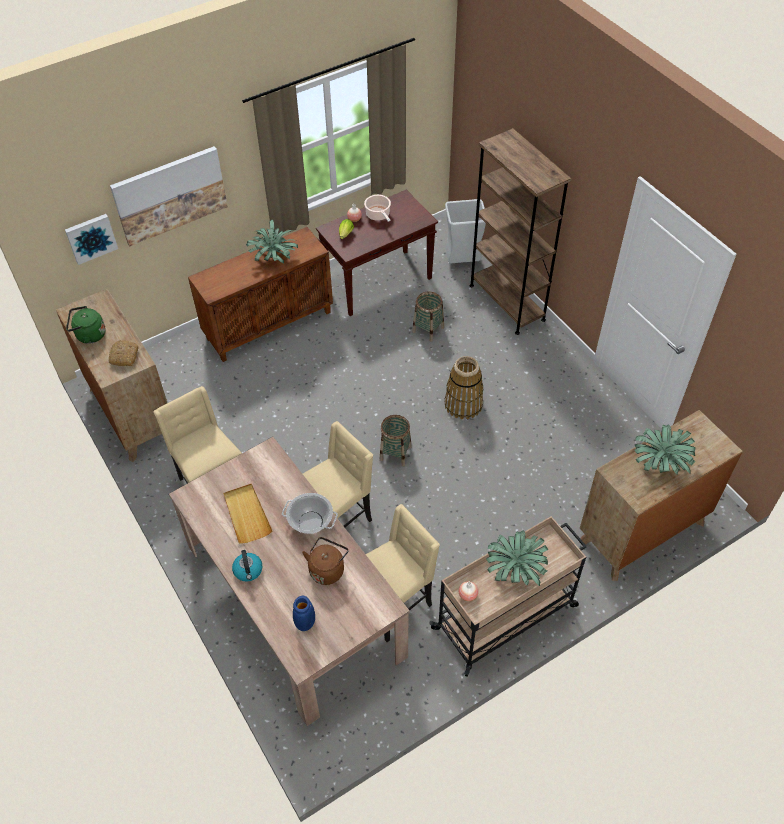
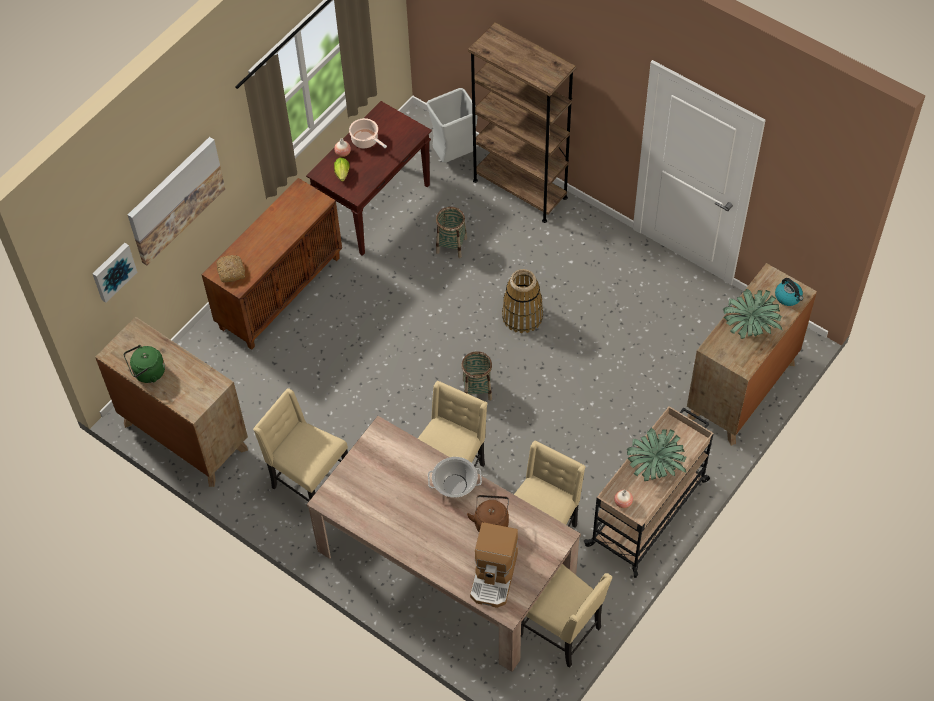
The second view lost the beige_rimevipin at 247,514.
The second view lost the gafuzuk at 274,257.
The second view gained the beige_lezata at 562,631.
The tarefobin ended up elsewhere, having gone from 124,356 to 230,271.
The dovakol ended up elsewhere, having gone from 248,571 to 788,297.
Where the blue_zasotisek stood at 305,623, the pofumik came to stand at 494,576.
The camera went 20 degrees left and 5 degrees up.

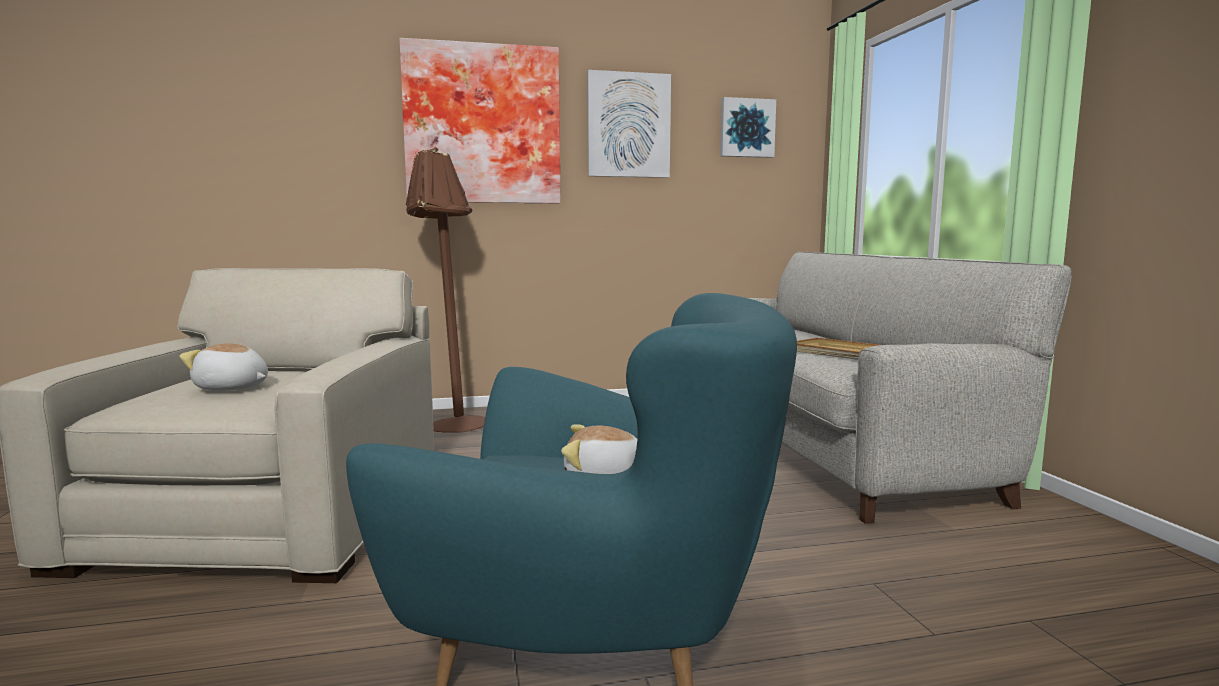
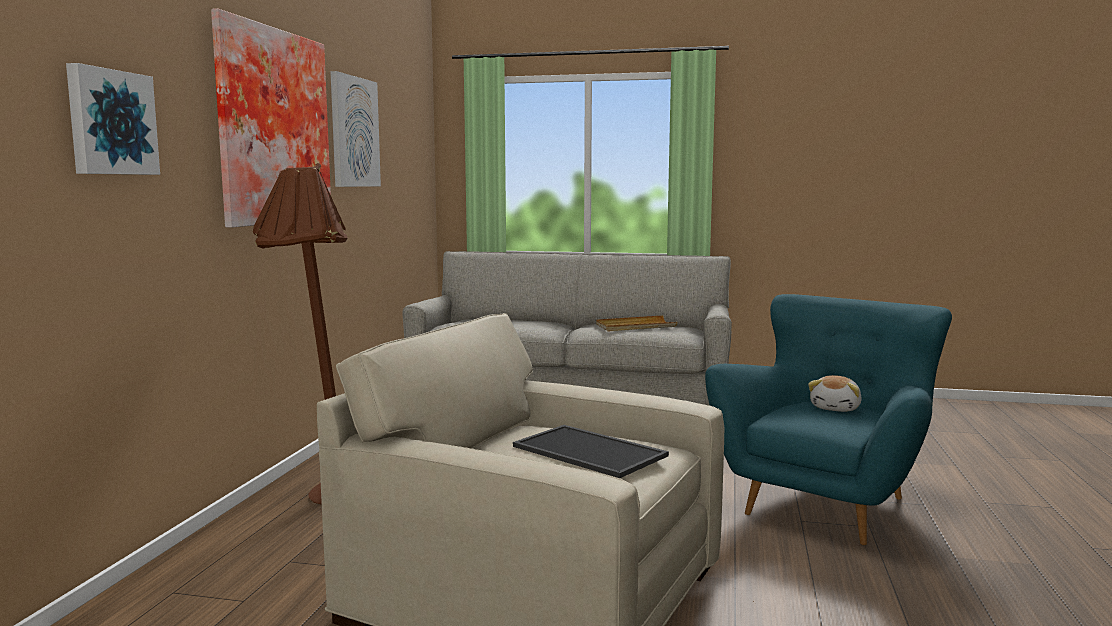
The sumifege ended up elsewhere, having gone from 746,128 to 110,122.
Where the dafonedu stood at 231,388, the rimevipin came to stand at 591,451.
The camera went 65 degrees left and 0 degrees up.

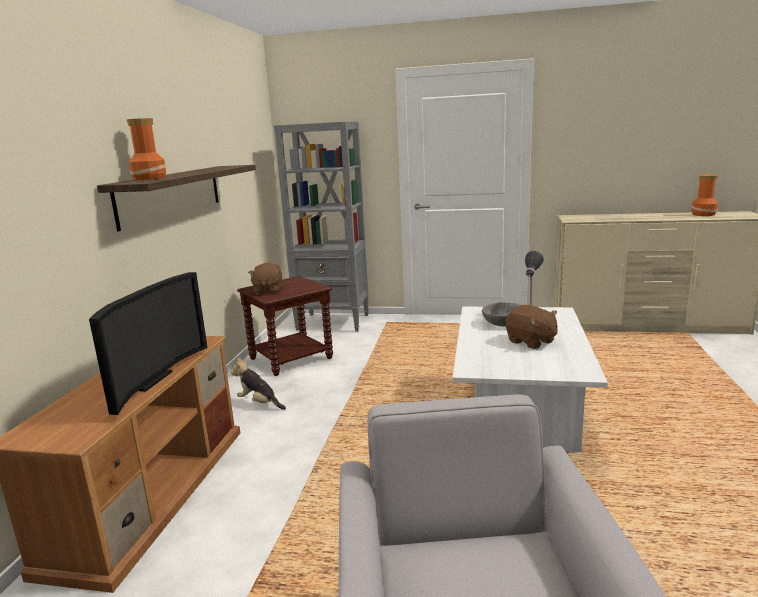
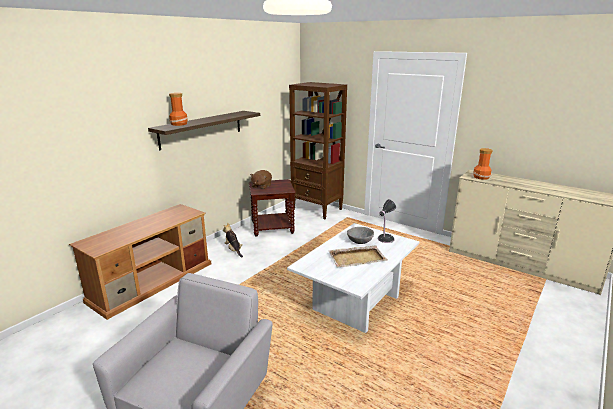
The second view lost the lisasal at 147,381.
The zasotisek ended up elsewhere, having gone from 702,214 to 481,177.
Where the brown_dafonedu stood at 531,342, the beige_rimevipin came to stand at 357,258.
What was the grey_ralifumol at 334,322 turned into the brown_ralifumol at 317,210.
The camera went 25 degrees right and 5 degrees up.

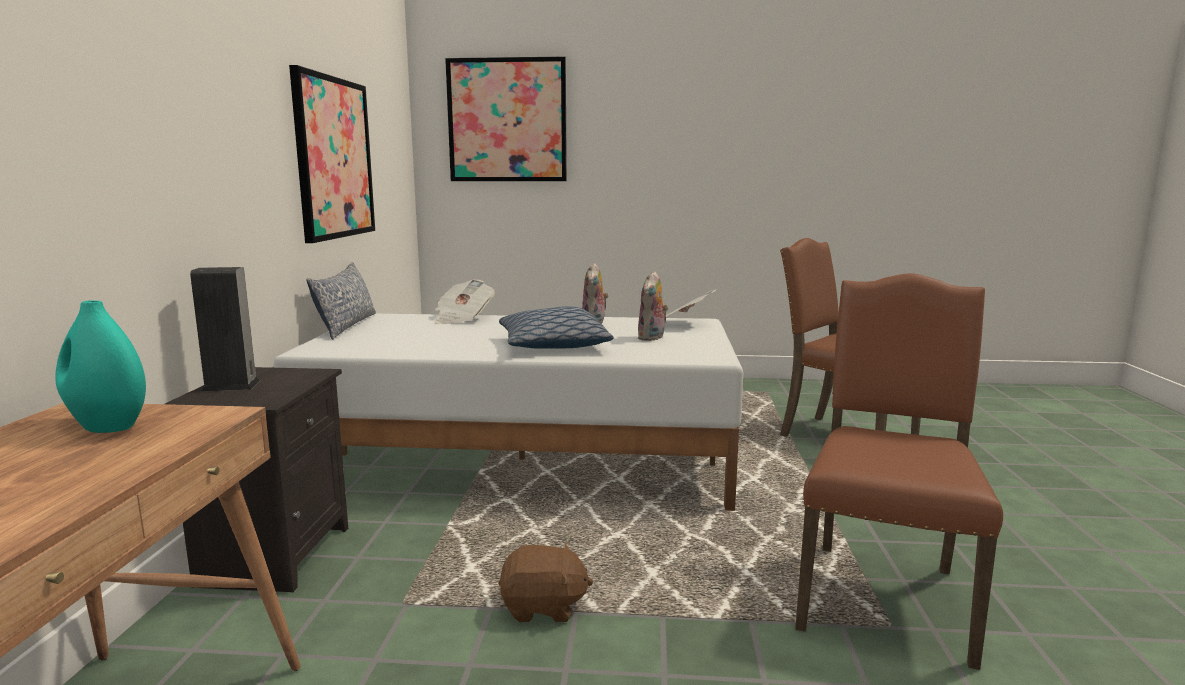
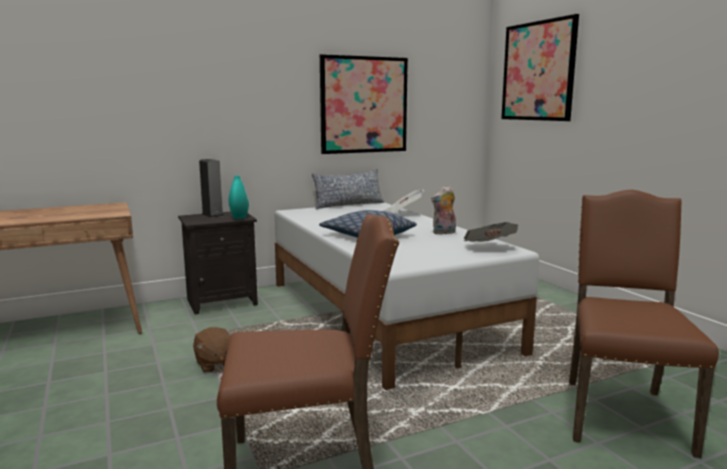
The second view lost the dafonedu at 652,338.
The turquoise_zasotisek ended up elsewhere, having gone from 106,426 to 239,217.
The camera went 60 degrees right and 0 degrees up.

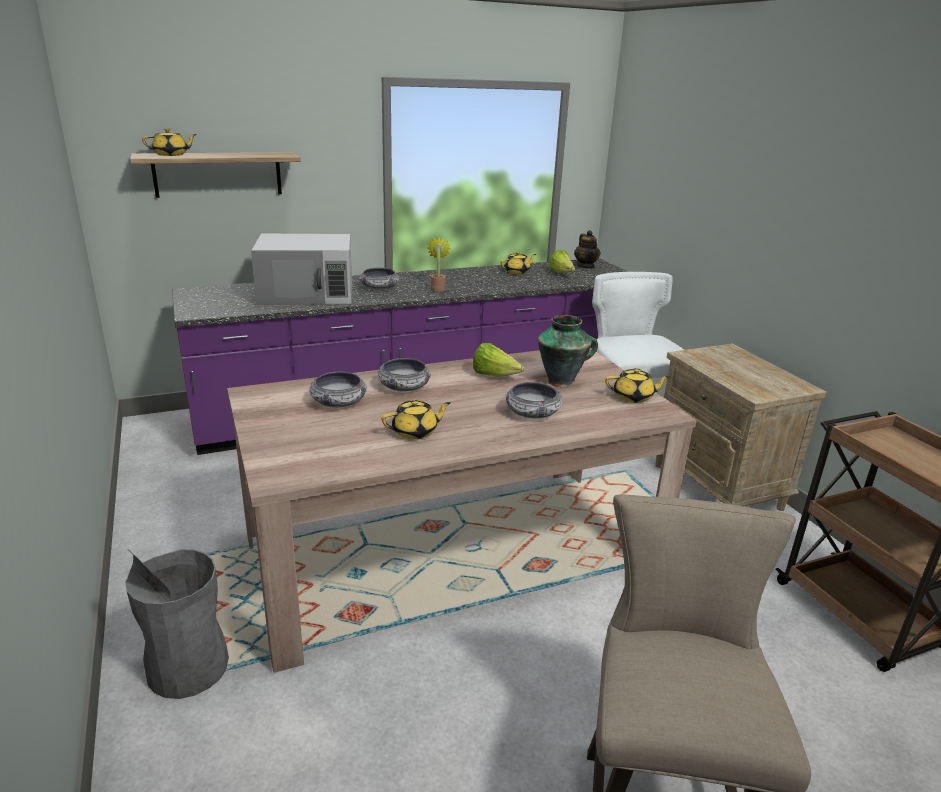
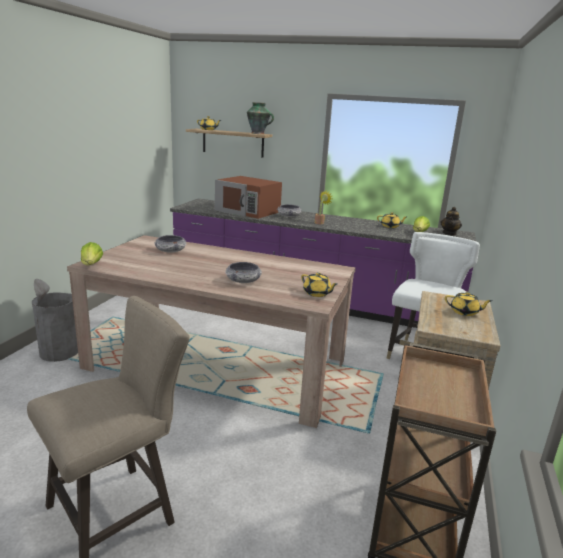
The second view lost the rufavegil at 404,386.
The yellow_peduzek ended up elsewhere, having gone from 415,432 to 464,312.
The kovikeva ended up elsewhere, having gone from 494,376 to 91,265.
The zasotisek ended up elsewhere, having gone from 562,381 to 258,133.
What was the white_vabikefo at 307,293 turned into the brown_vabikefo at 248,211.
The camera went 40 degrees right and 5 degrees down.

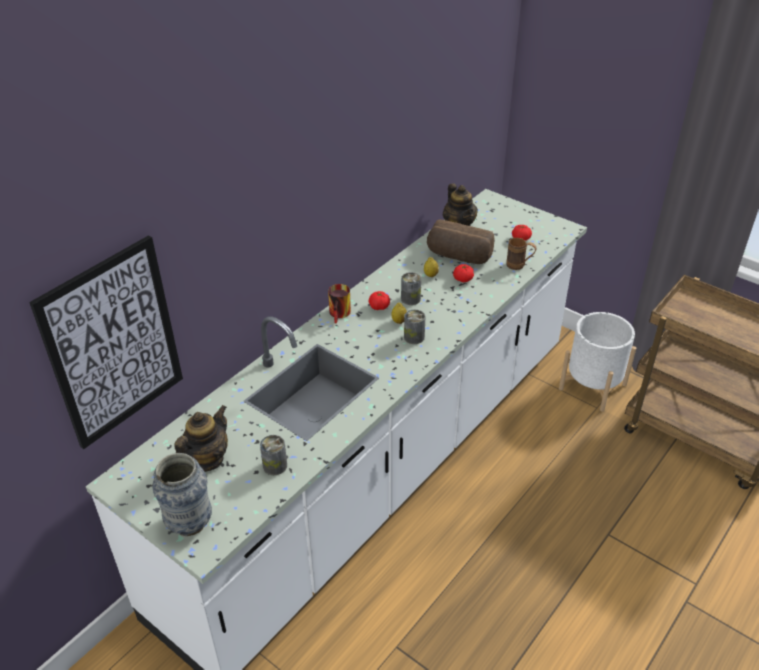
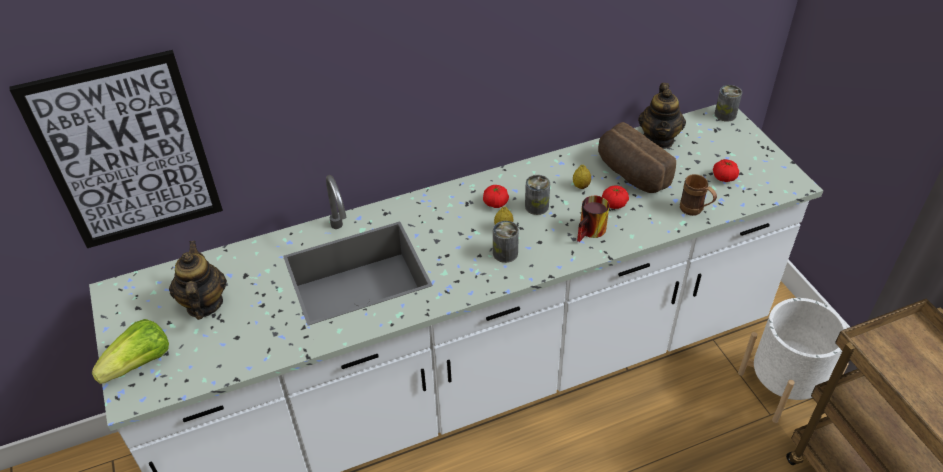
The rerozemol ended up elsewhere, having gone from 275,465 to 725,114.
The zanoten ended up elsewhere, having gone from 341,314 to 592,232.
Where the zasotisek stood at 189,523, the kovikeva came to stand at 140,364.
The peduzek at 206,460 ended up facing another way, 75 degrees counterclockwise from before.
The camera went 30 degrees right and 5 degrees up.

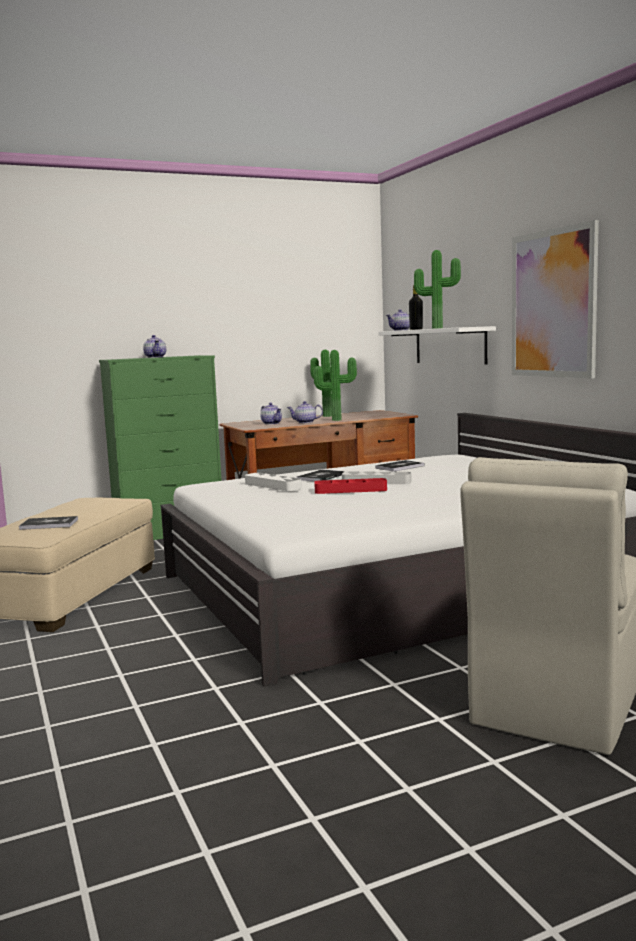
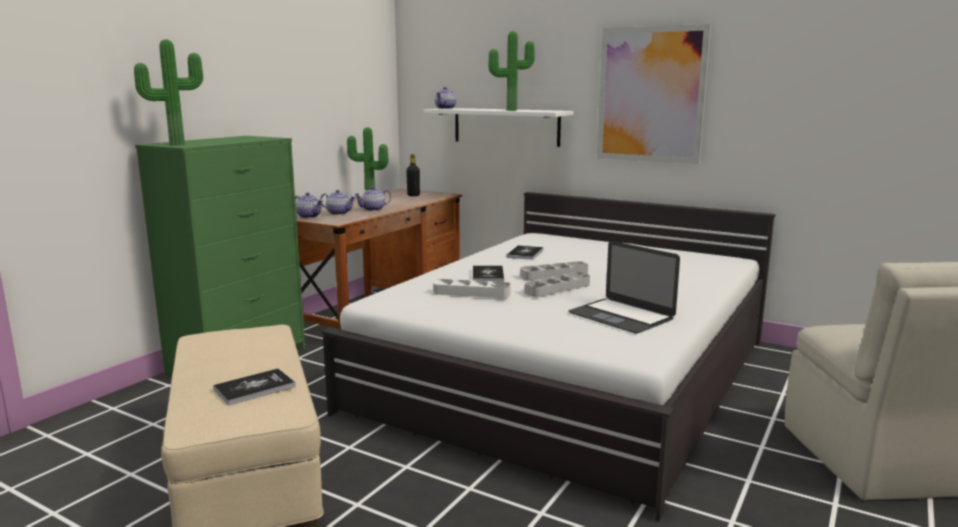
The second view gained the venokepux at 621,316.
The peduzek ended up elsewhere, having gone from 155,357 to 309,216.
The gafuzuk ended up elsewhere, having gone from 336,419 to 176,144.
The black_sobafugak ended up elsewhere, having gone from 416,329 to 413,195.
What was the red_rimevipin at 350,490 turned into the grey_rimevipin at 557,288.
The camera went 35 degrees left and 5 degrees up.

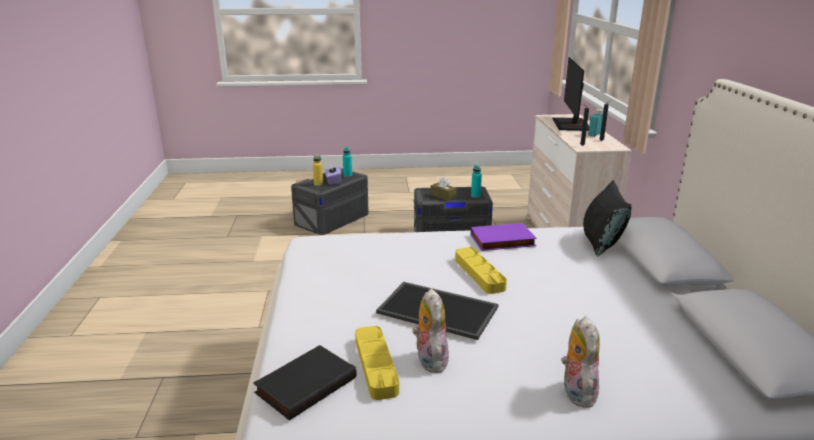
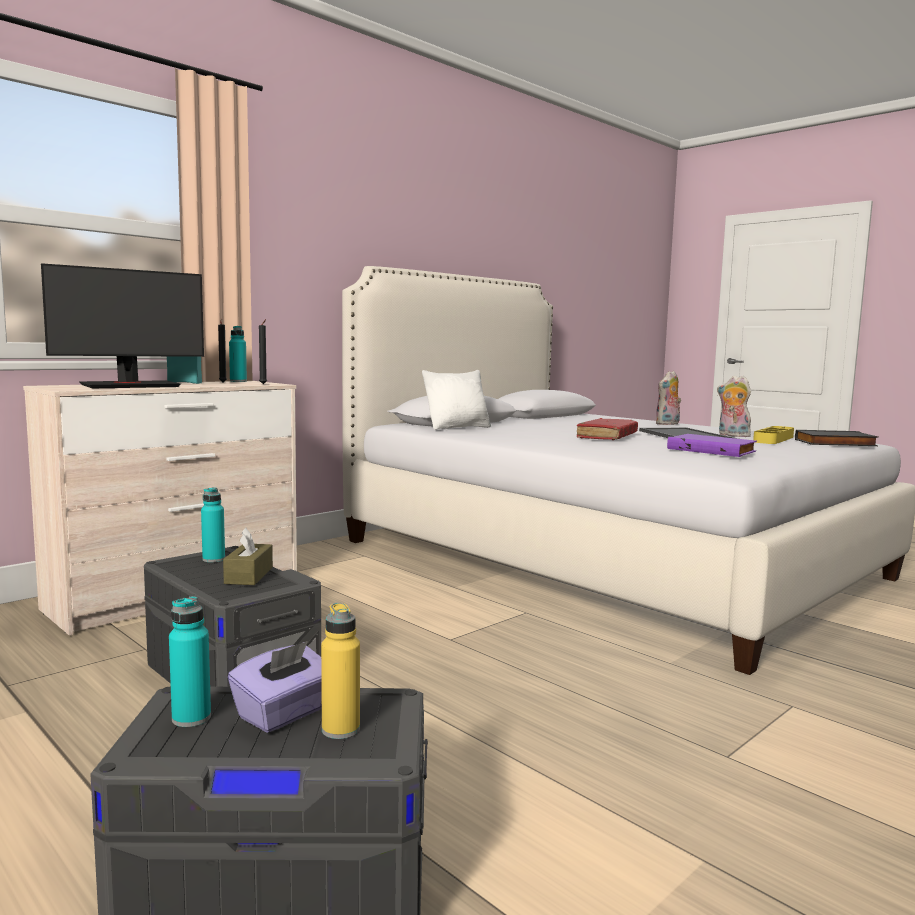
The second view gained the turquoise_sobafugak at 238,381.
The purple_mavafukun ended up elsewhere, having gone from 502,241 to 712,450.
Where the yellow_rimevipin stood at 479,273, the red_mavafukun came to stand at 607,437.
What was the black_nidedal at 601,243 turned into the white_nidedal at 457,427.
The dafonedu at 429,360 ended up facing another way, 90 degrees clockwise from before.
The camera went 130 degrees left and 15 degrees down.

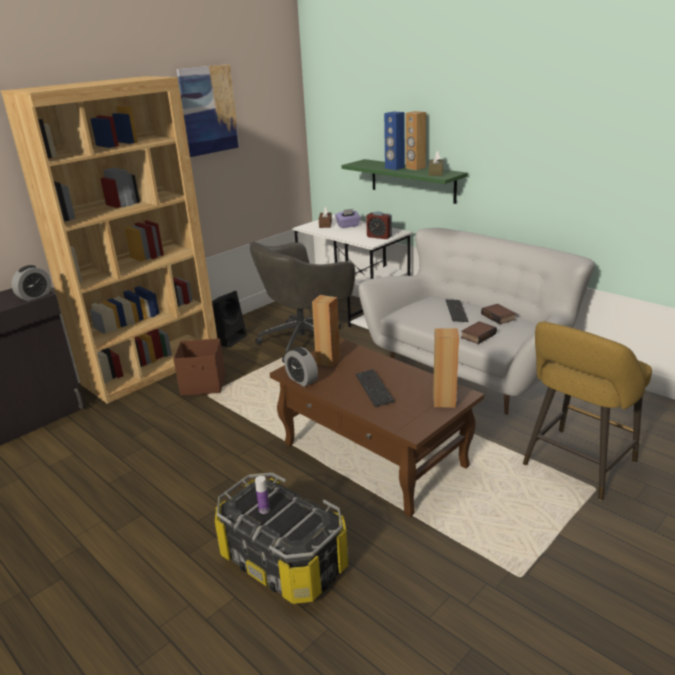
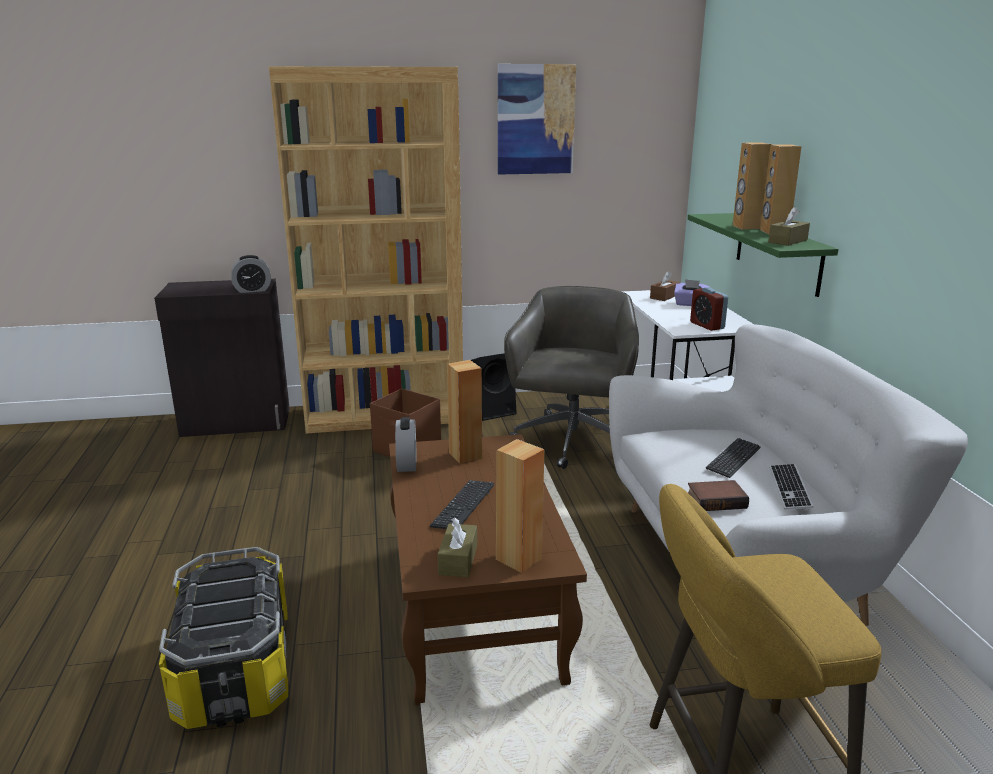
The second view lost the sobafugak at 264,510.
The second view gained the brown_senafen at 458,560.
Where the mavafukun stood at 499,317, the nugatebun came to stand at 789,488.
What was the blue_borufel at 394,168 turned into the brown_borufel at 746,227.
The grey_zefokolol at 305,340 ended up facing another way, 105 degrees clockwise from before.
The camera went 35 degrees right and 5 degrees down.

